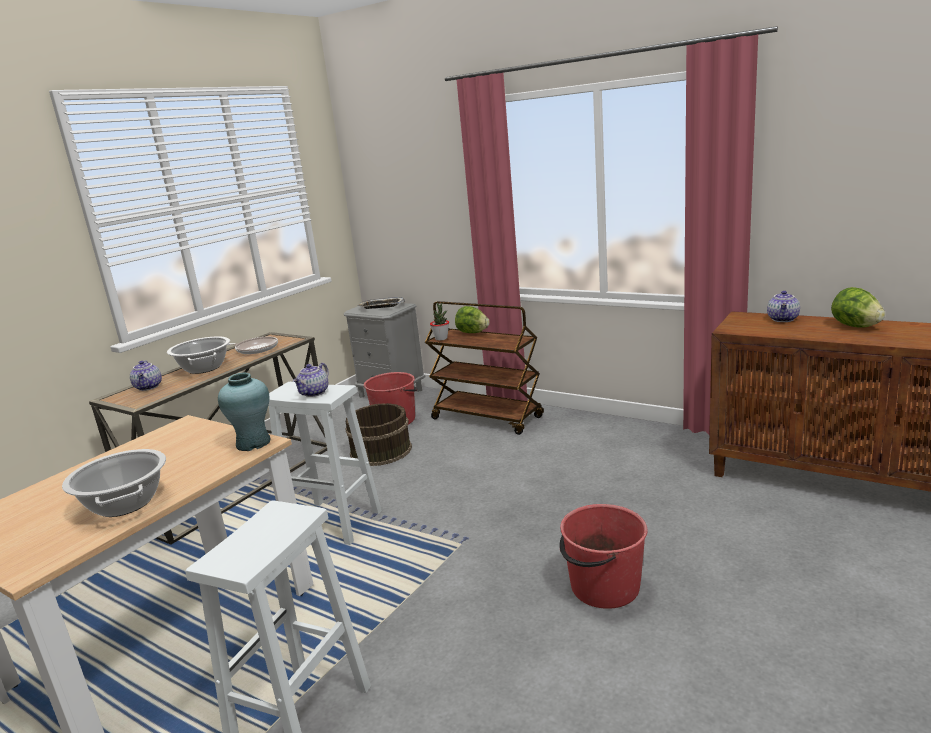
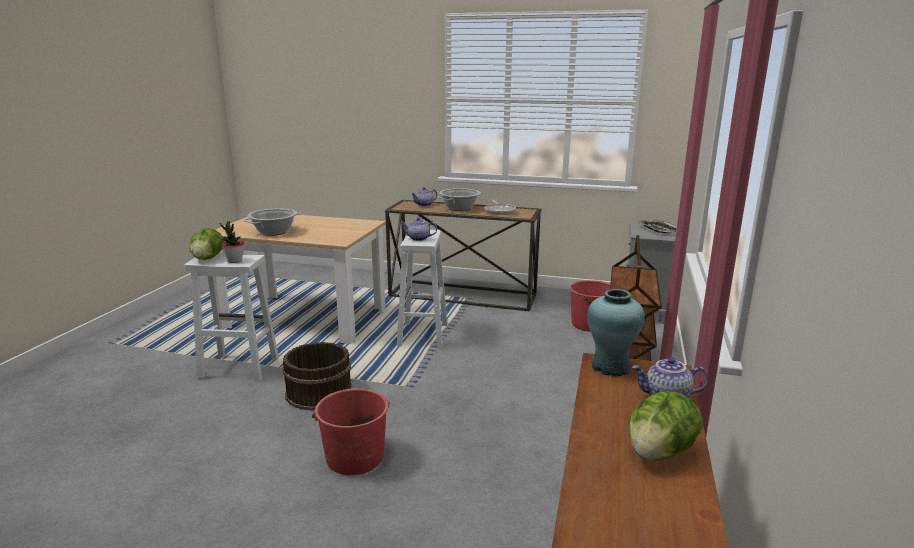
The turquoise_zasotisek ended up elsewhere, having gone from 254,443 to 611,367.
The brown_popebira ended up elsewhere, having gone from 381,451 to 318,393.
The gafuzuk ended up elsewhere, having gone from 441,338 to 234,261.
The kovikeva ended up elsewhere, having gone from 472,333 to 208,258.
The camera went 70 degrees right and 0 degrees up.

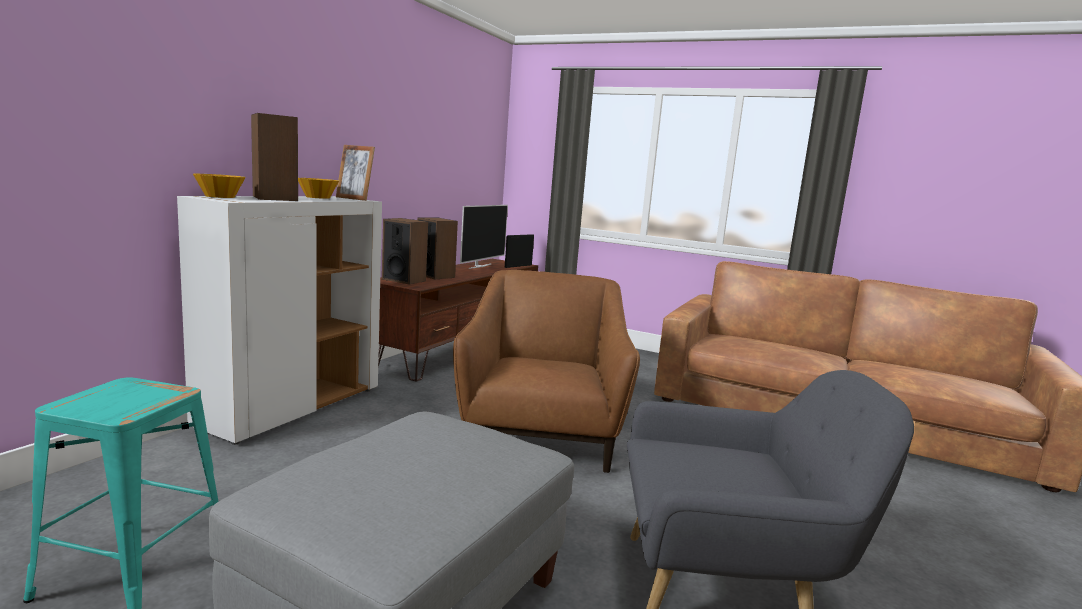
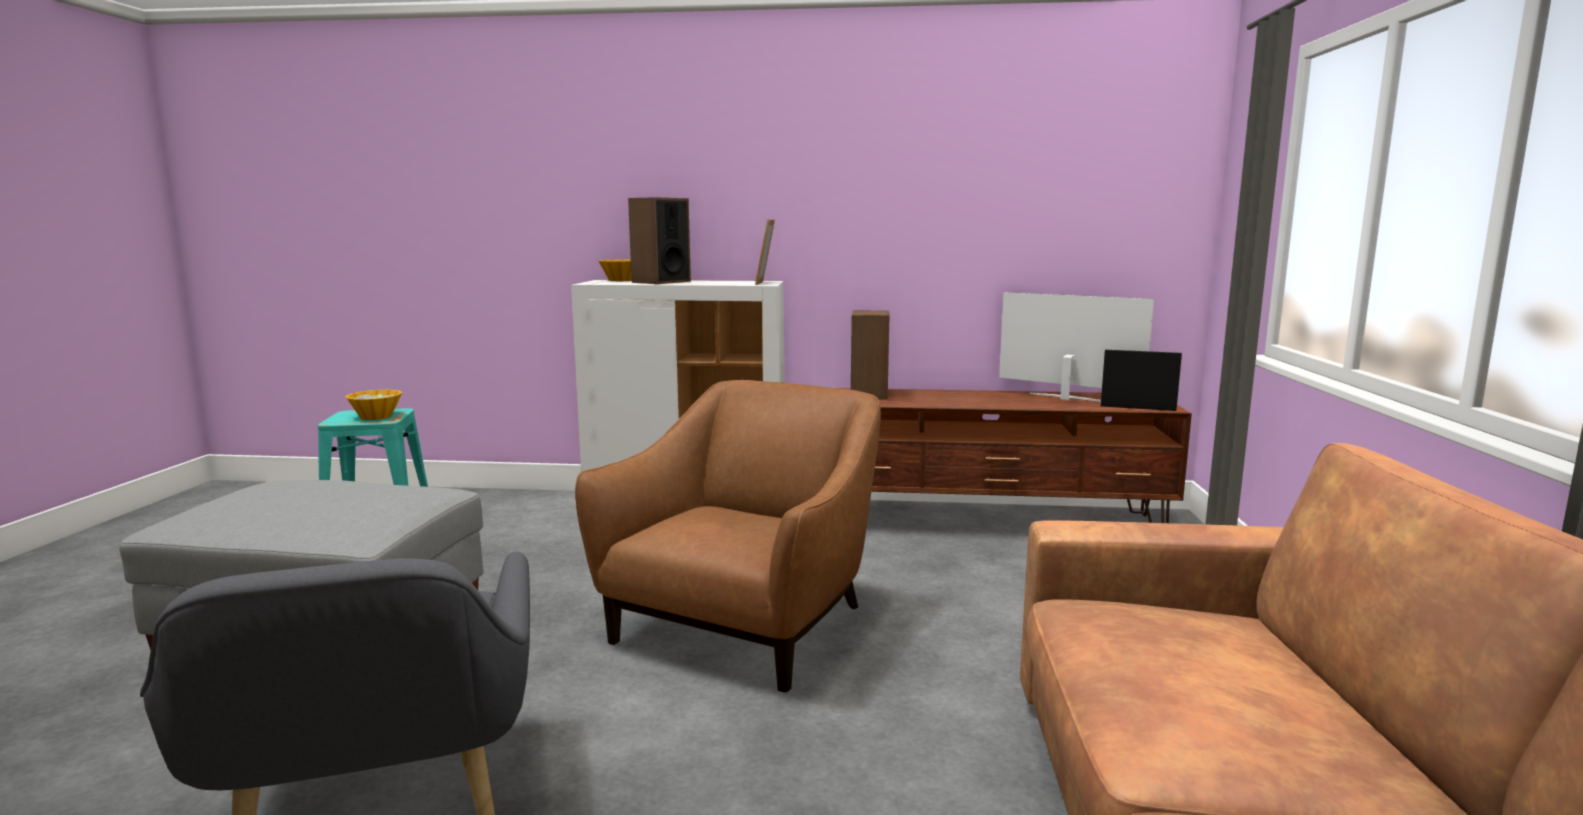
The second view lost the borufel at 435,275.
The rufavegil ended up elsewhere, having gone from 318,197 to 376,416.
The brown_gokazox at 541,436 ended up facing another way, 45 degrees counterclockwise from before.
The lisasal at 479,266 ended up facing another way, 150 degrees counterclockwise from before.
The camera went 70 degrees right and 0 degrees up.

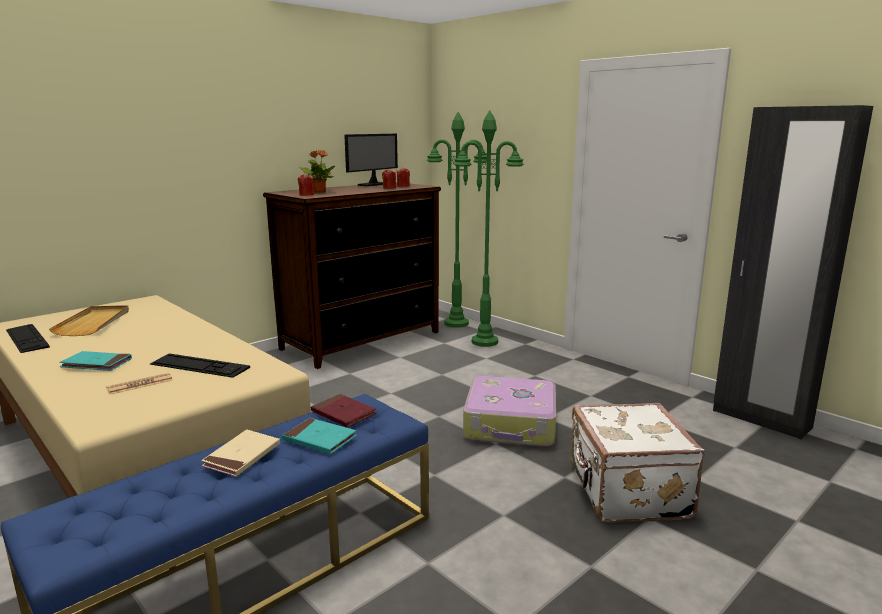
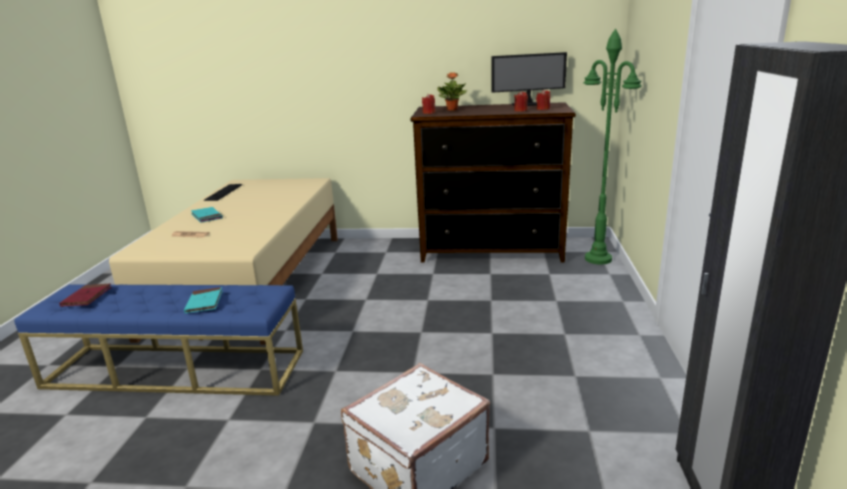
The second view lost the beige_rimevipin at 93,323.
The second view lost the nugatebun at 199,366.
The second view lost the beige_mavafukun at 242,456.
The second view lost the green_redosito at 485,342.
The second view lost the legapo at 511,425.
The red_mavafukun ended up elsewhere, having gone from 343,414 to 87,297.
The camera went 50 degrees right and 5 degrees up.

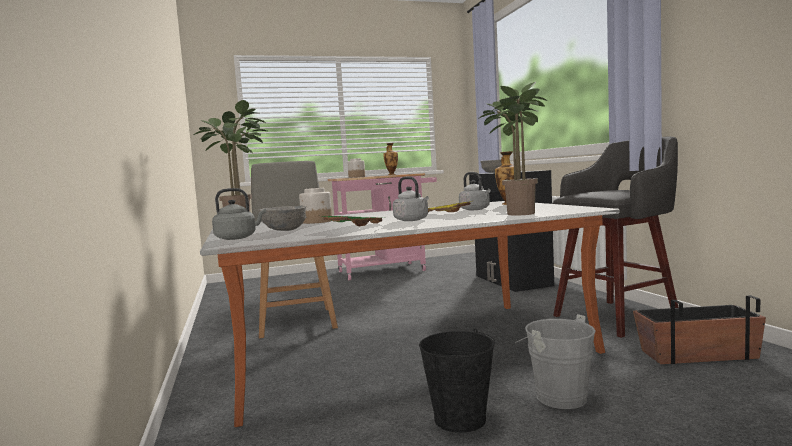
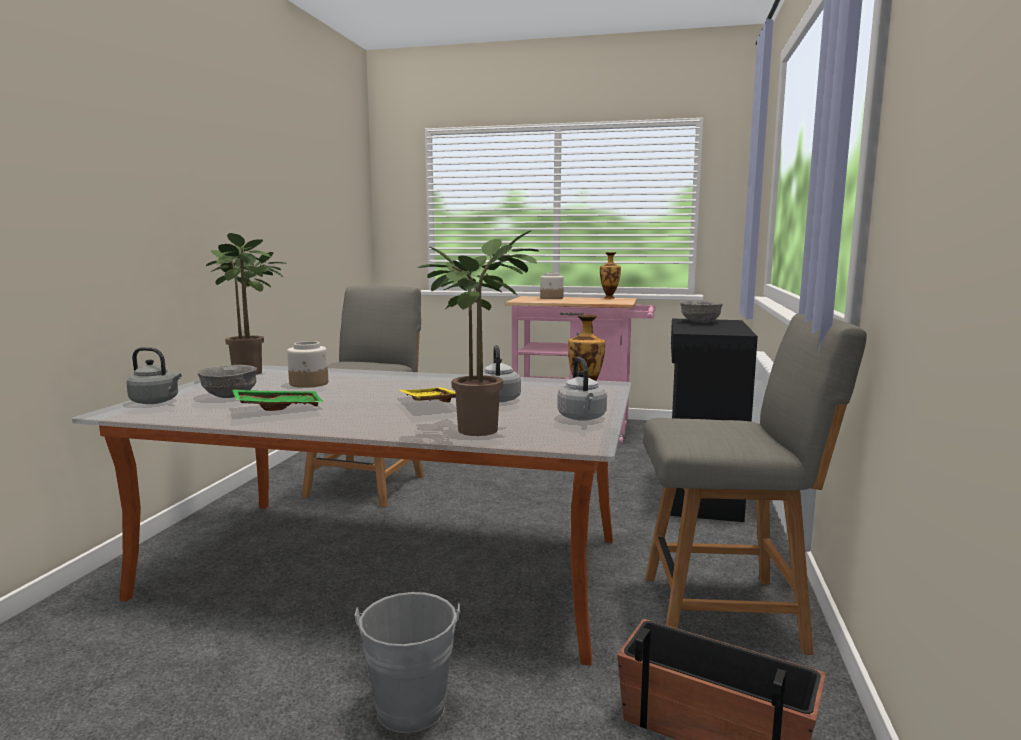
The second view lost the black_popebira at 459,419.
The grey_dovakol ended up elsewhere, having gone from 412,220 to 582,418.
Where the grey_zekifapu stood at 618,317, the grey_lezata came to stand at 728,612.
The camera went 30 degrees right and 5 degrees up.

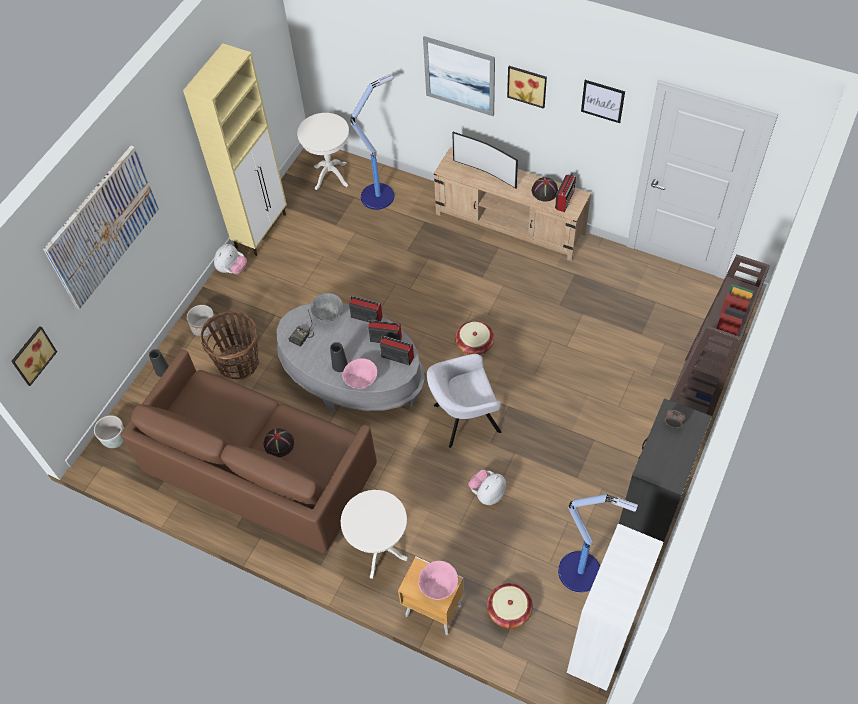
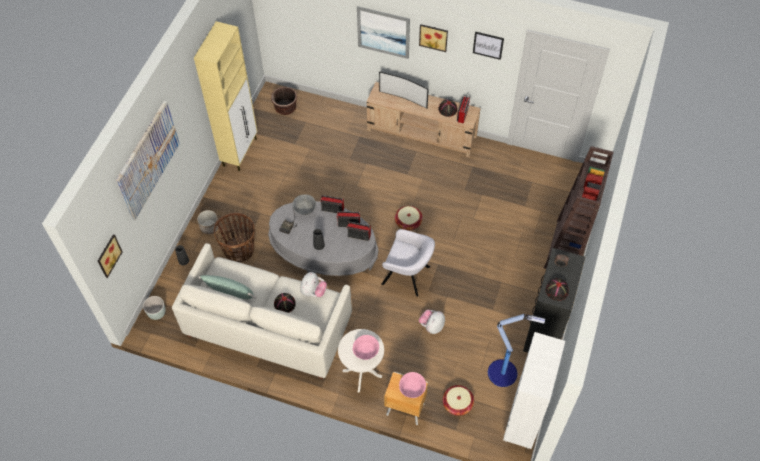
The second view lost the redosito at 379,195.
The second view gained the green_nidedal at 229,291.
The second view gained the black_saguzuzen at 557,290.
The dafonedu ended up elsewhere, having gone from 232,269 to 313,291.
The pink_rufavegil ended up elsewhere, having gone from 361,382 to 366,352.
Where the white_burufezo stood at 331,176, the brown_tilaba came to stand at 285,107.
What was the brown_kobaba at 261,472 turned into the white_kobaba at 268,327.
The grey_gokazox at 464,419 ended up facing another way, 135 degrees counterclockwise from before.
The camera went 10 degrees left and 0 degrees up.

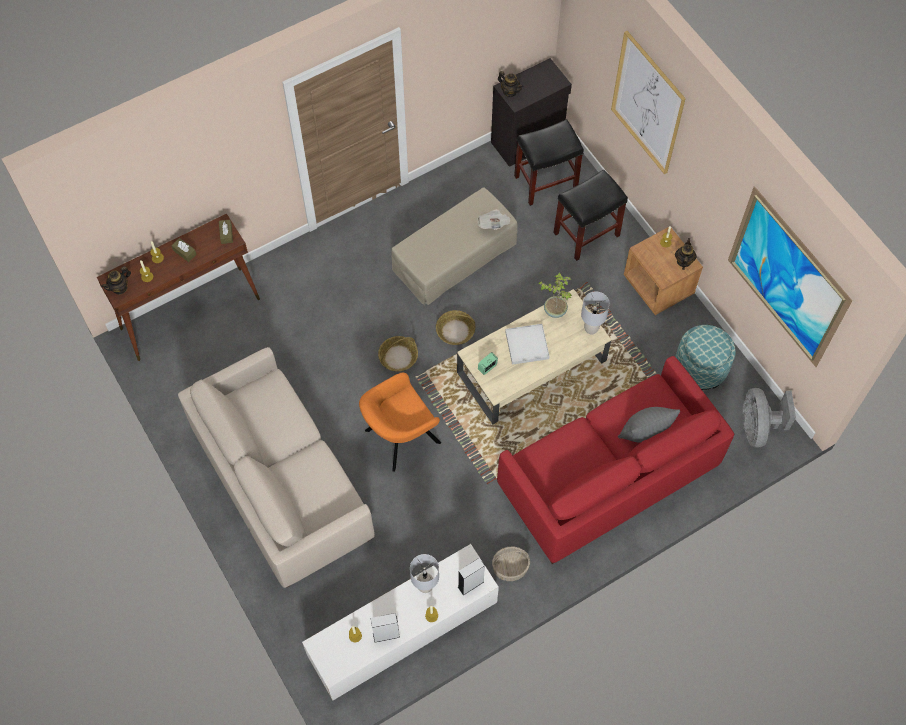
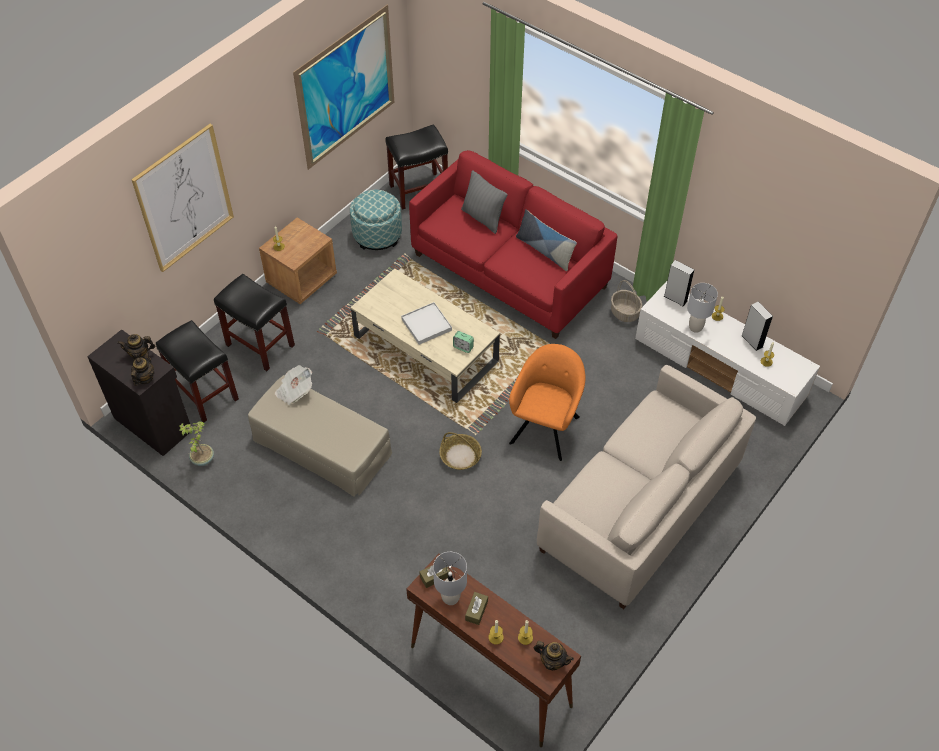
The second view lost the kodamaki at 455,331.
The second view gained the nidedal at 545,251.
The gafuzuk ended up elsewhere, having gone from 555,310 to 202,459.
The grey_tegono ended up elsewhere, having gone from 591,329 to 451,598.
The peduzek ended up elsewhere, having gone from 683,261 to 140,355.
Where the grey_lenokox stood at 757,427, the black_zekifapu came to stand at 419,190.
The orange_gokazox at 399,438 ended up facing another way, 105 degrees counterclockwise from before.
The camera went 110 degrees left and 10 degrees down.

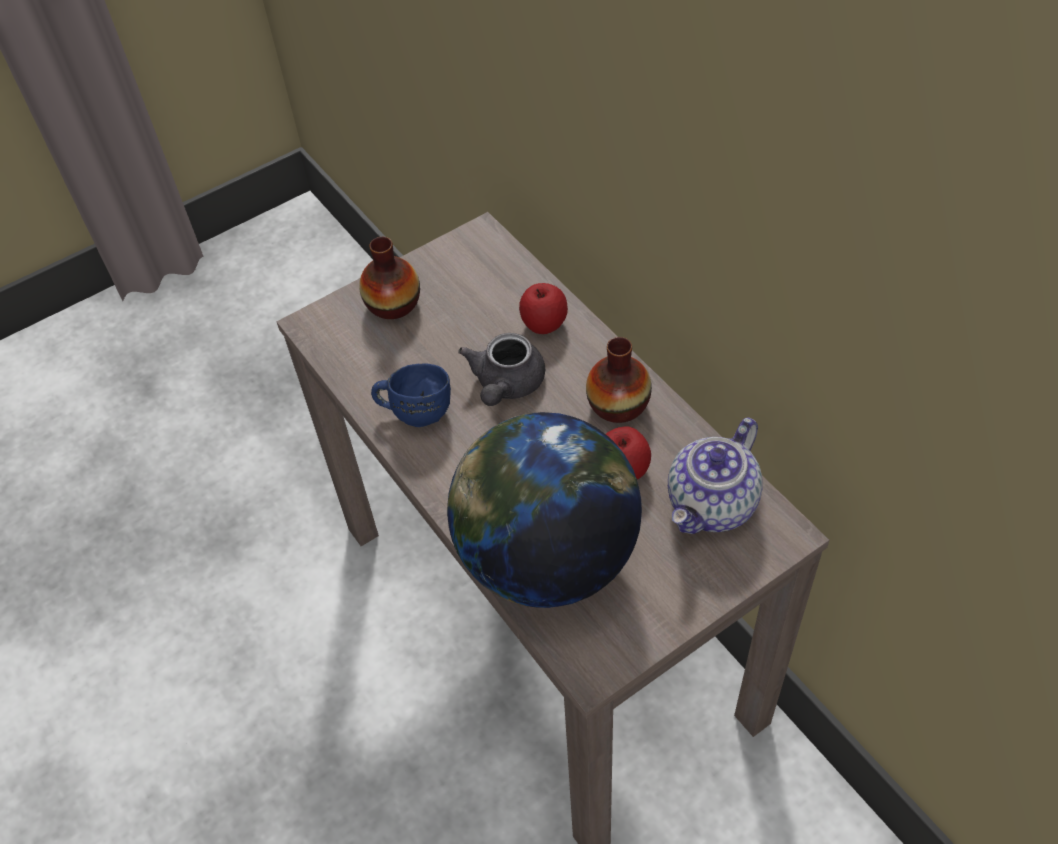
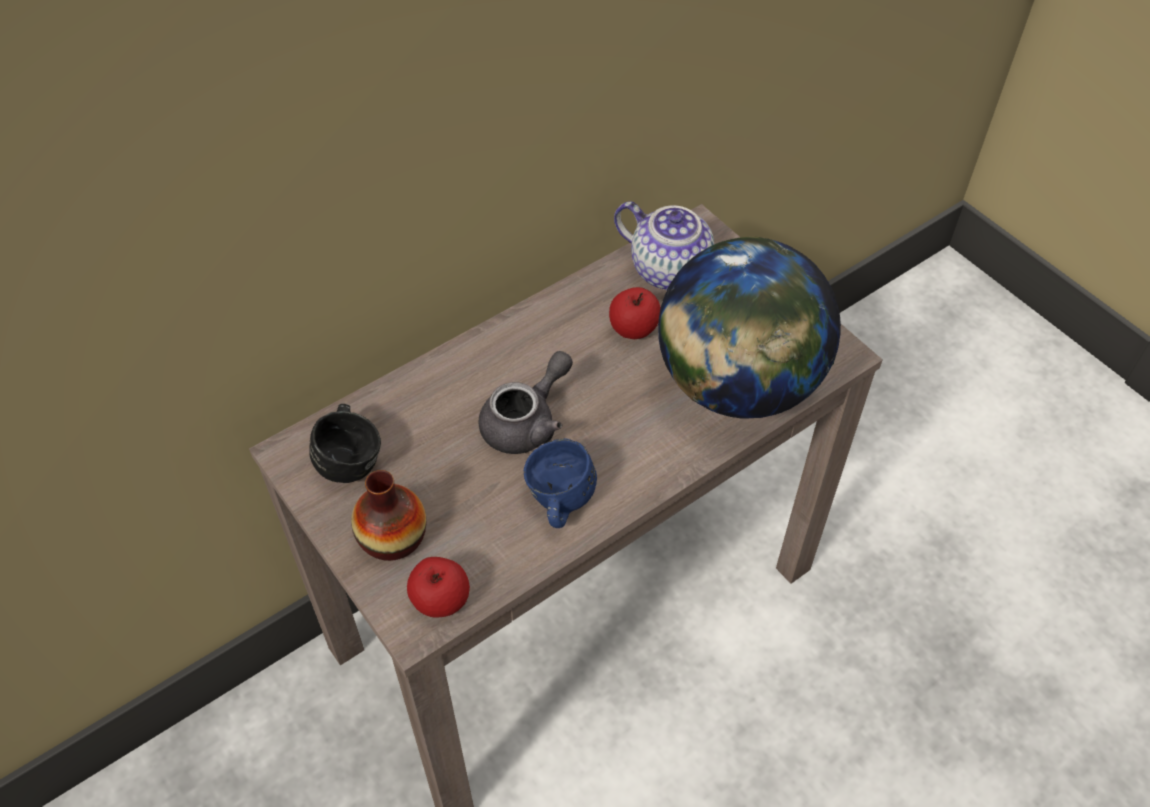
The second view lost the zasotisek at 618,404.
The second view gained the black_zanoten at 352,458.
The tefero ended up elsewhere, having gone from 544,323 to 441,600.
The grey_peduzek at 506,385 ended up facing another way, 60 degrees counterclockwise from before.
The camera went 95 degrees left and 0 degrees up.

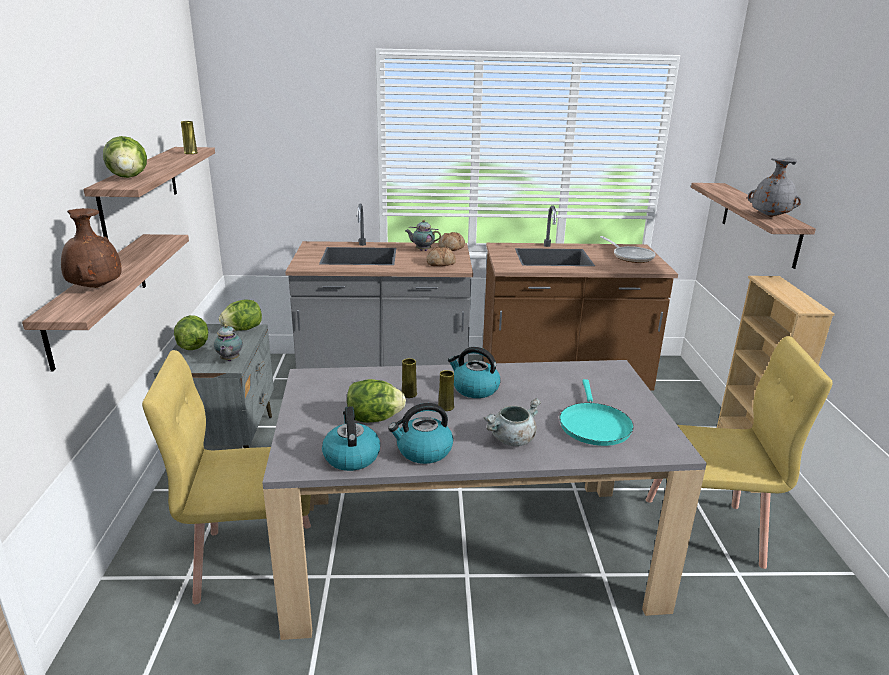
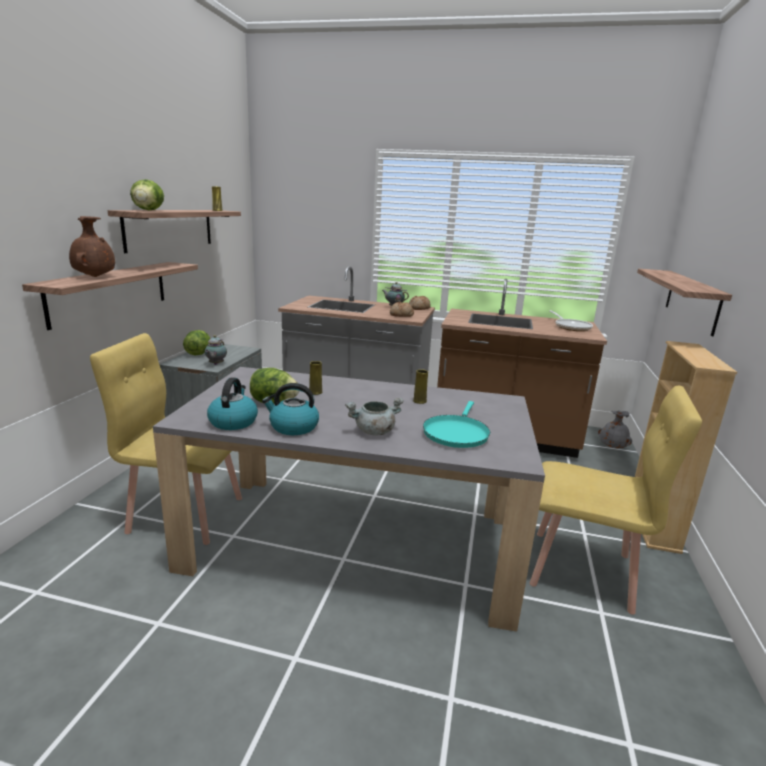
The second view lost the kovikeva at 243,329.
The second view lost the dovakol at 474,389.
The yellow_zasotisek ended up elsewhere, having gone from 446,407 to 419,401.
The grey_zasotisek ended up elsewhere, having gone from 770,216 to 612,447.
The camera went 15 degrees right and 5 degrees down.

